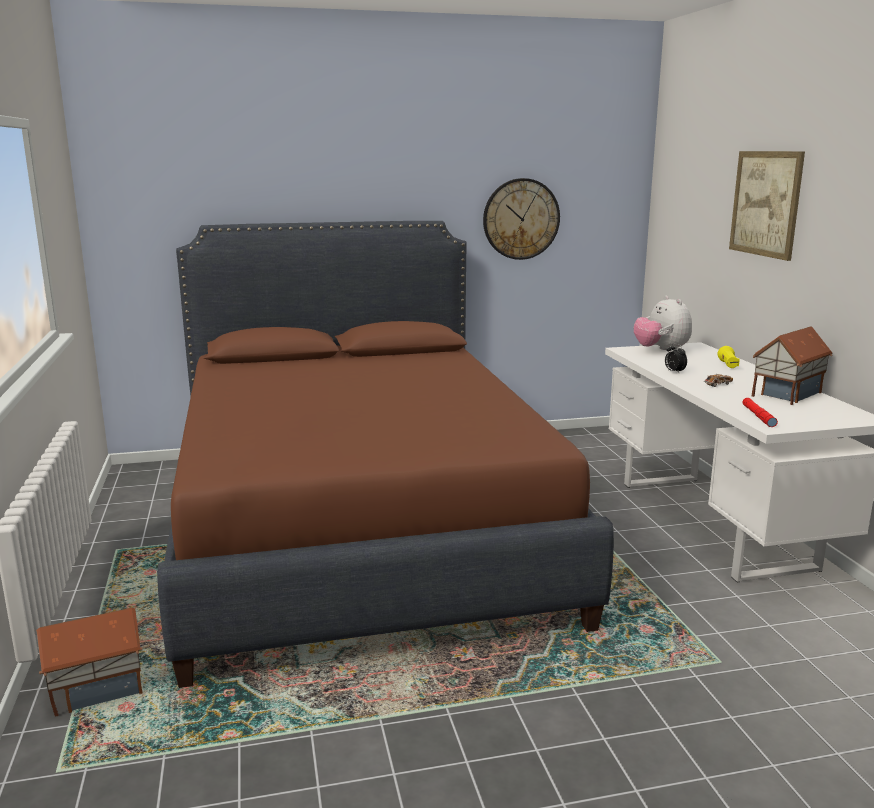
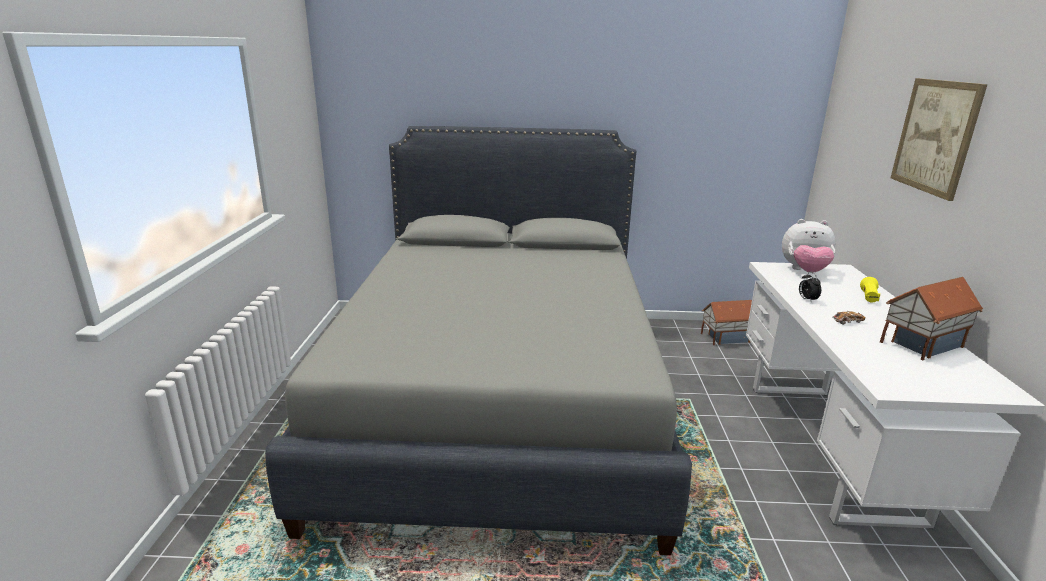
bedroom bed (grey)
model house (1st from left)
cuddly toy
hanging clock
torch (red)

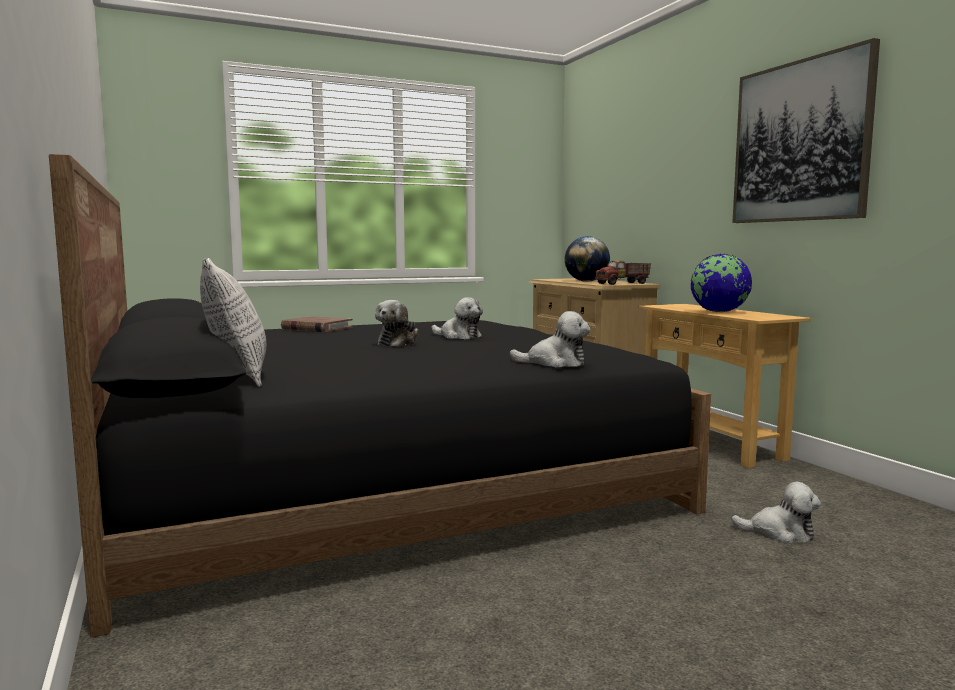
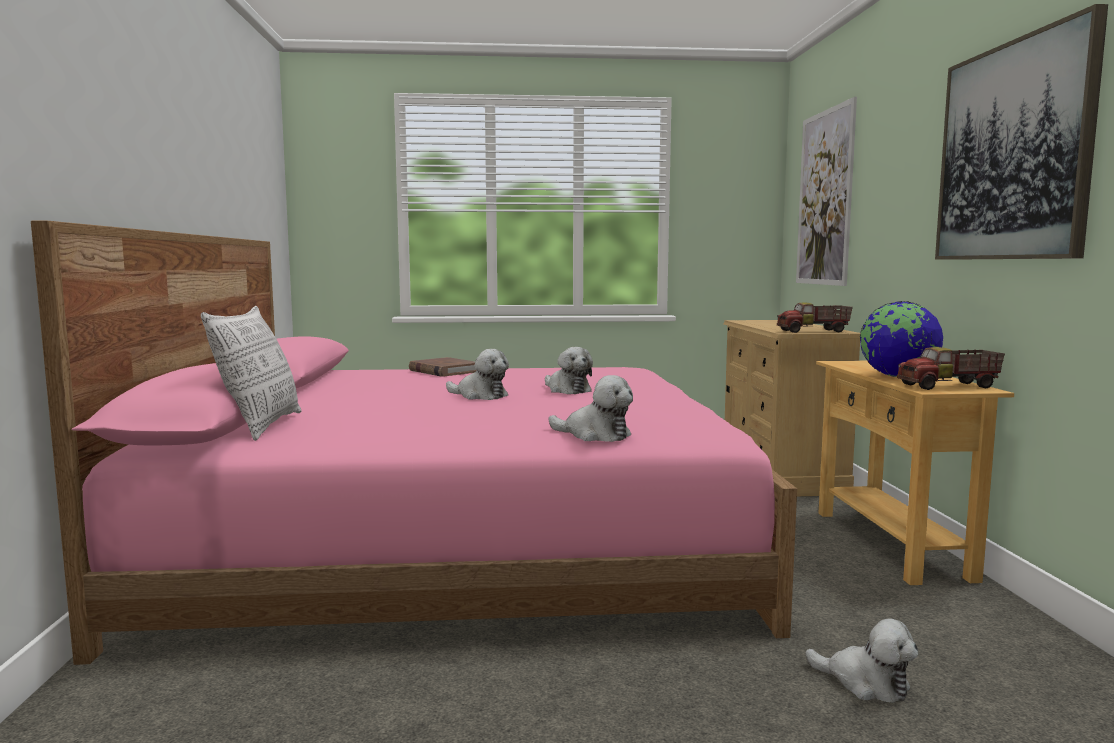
bedroom bed (pinkish)
cuddly toy (1st from left)
picture (1st from left)
model truck (2nd from left)
globe (1st from left in the first image)

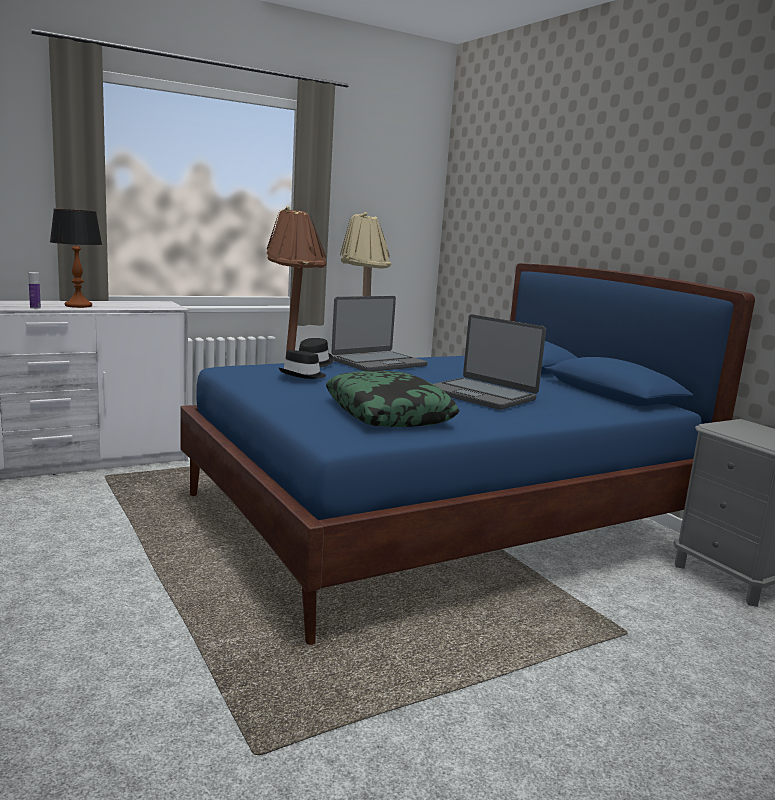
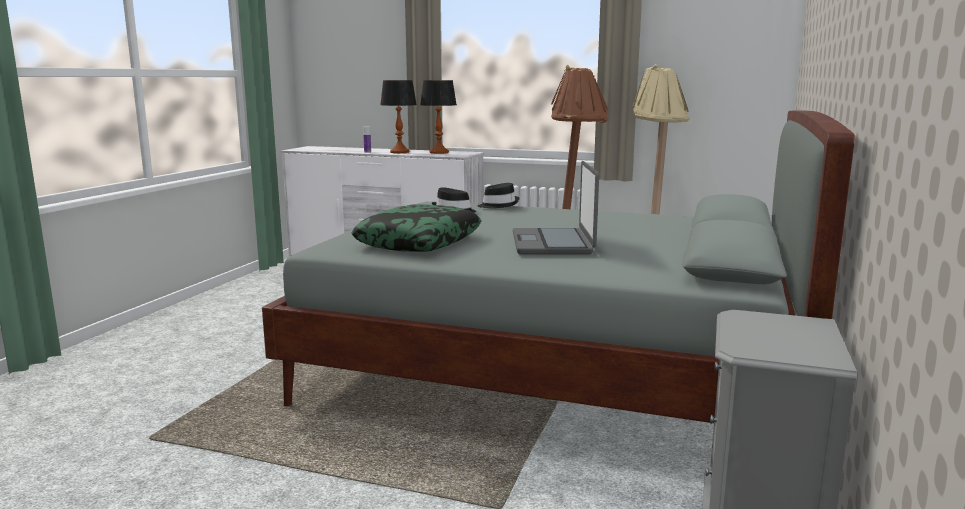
bedroom bed (grey)
lamp for a table (2nd from left)
laptop (1st from left in the first image)

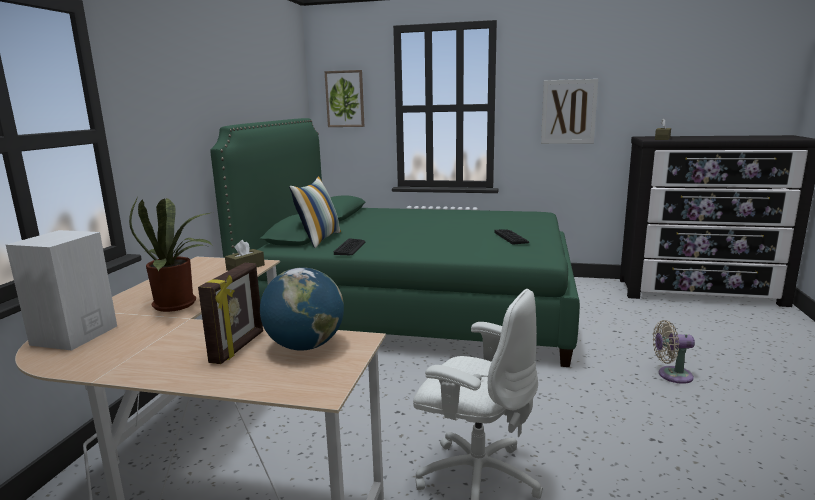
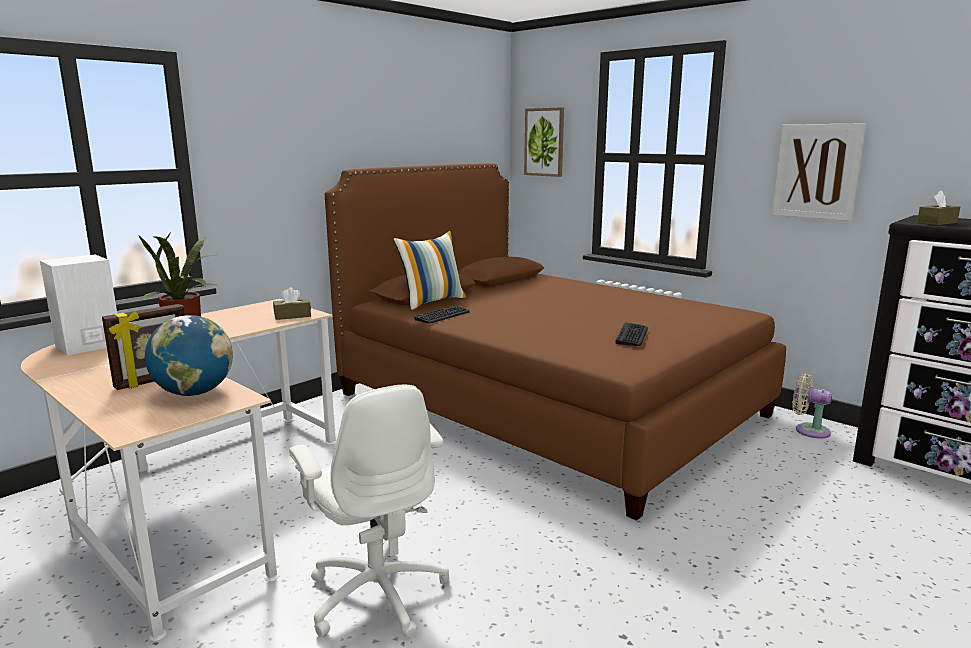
bedroom bed (brownish)
electric fan (beige)

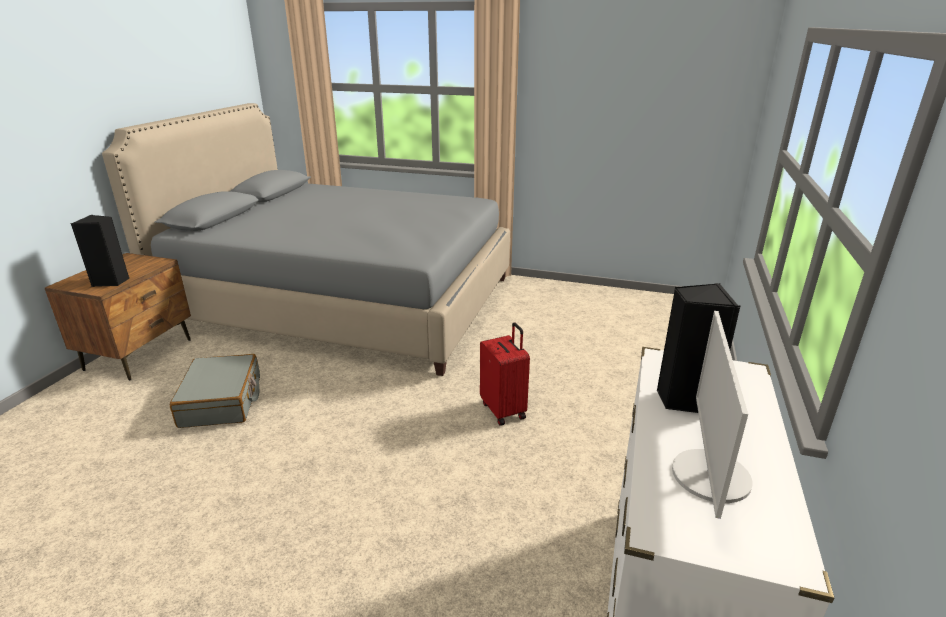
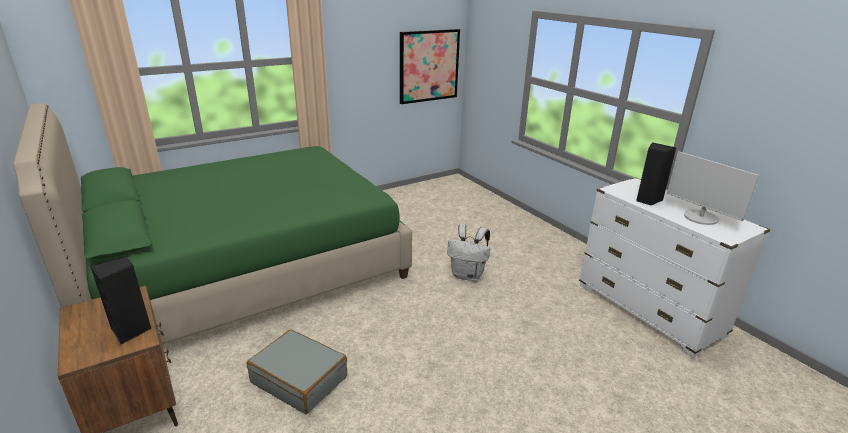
bedroom bed (green)
picture
rucksack (white)

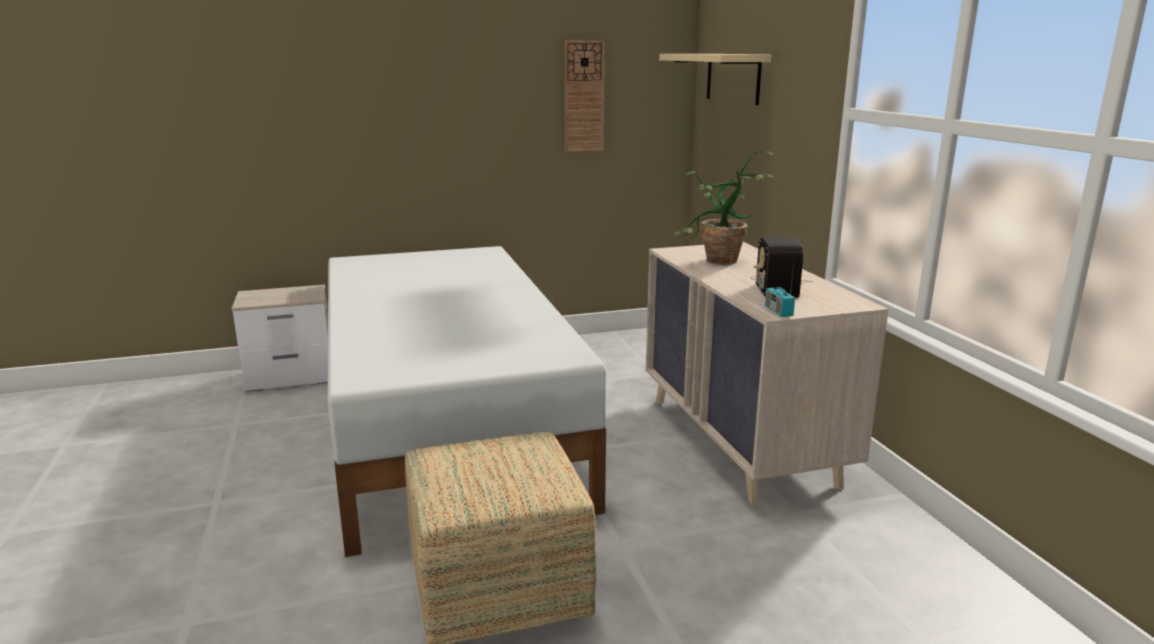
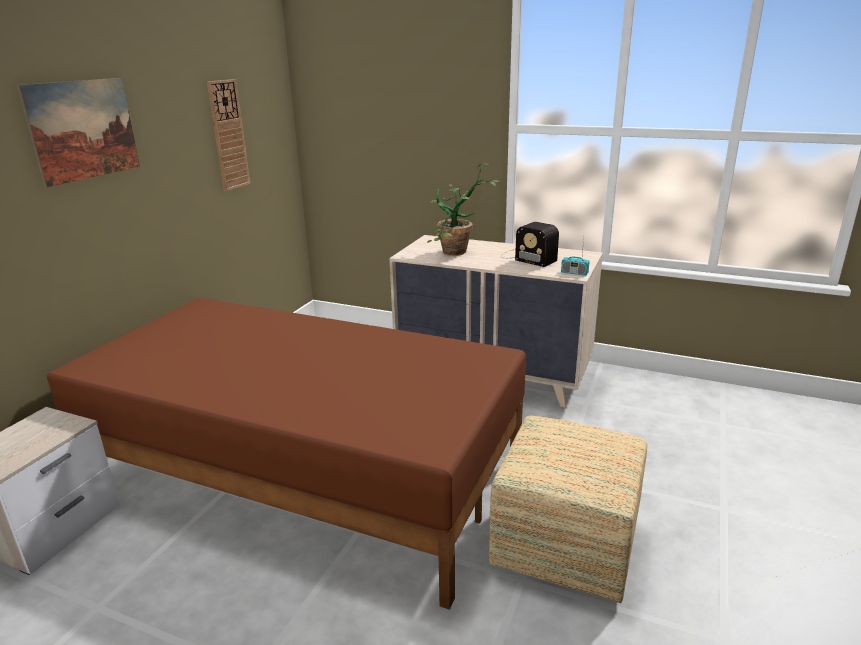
picture
bedroom bed (brownish)
wall shelf (beige)

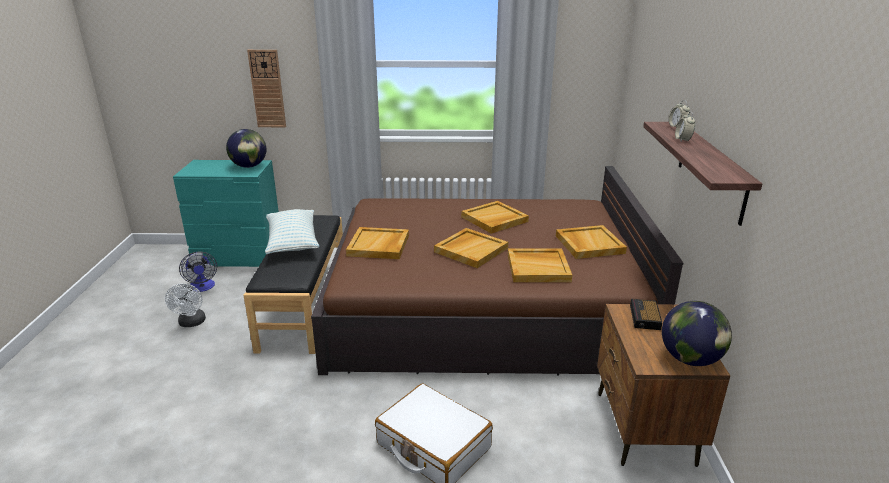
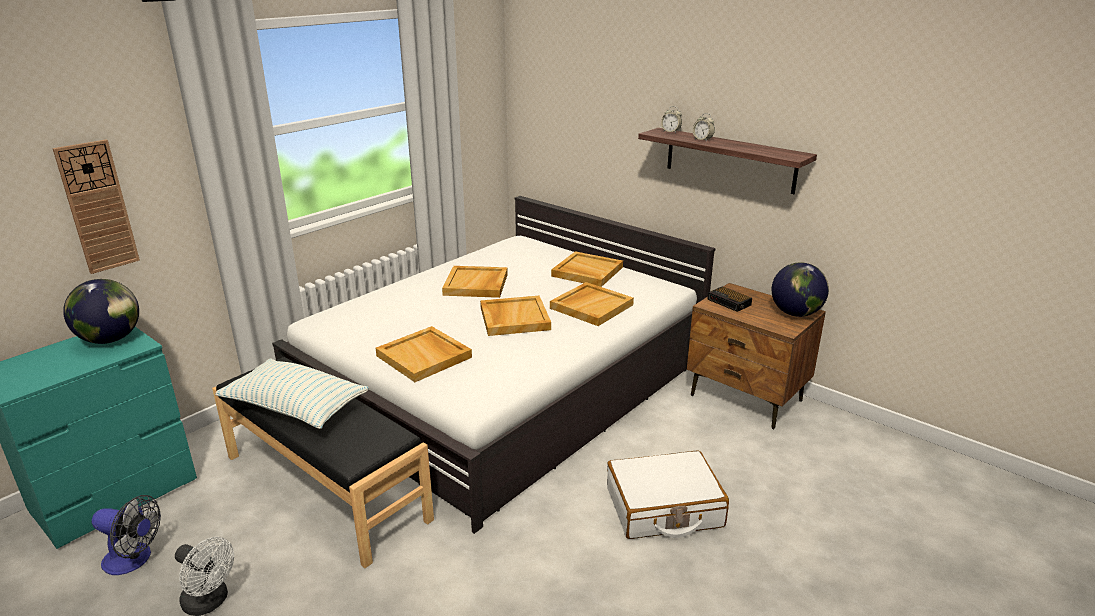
bedroom bed (white)

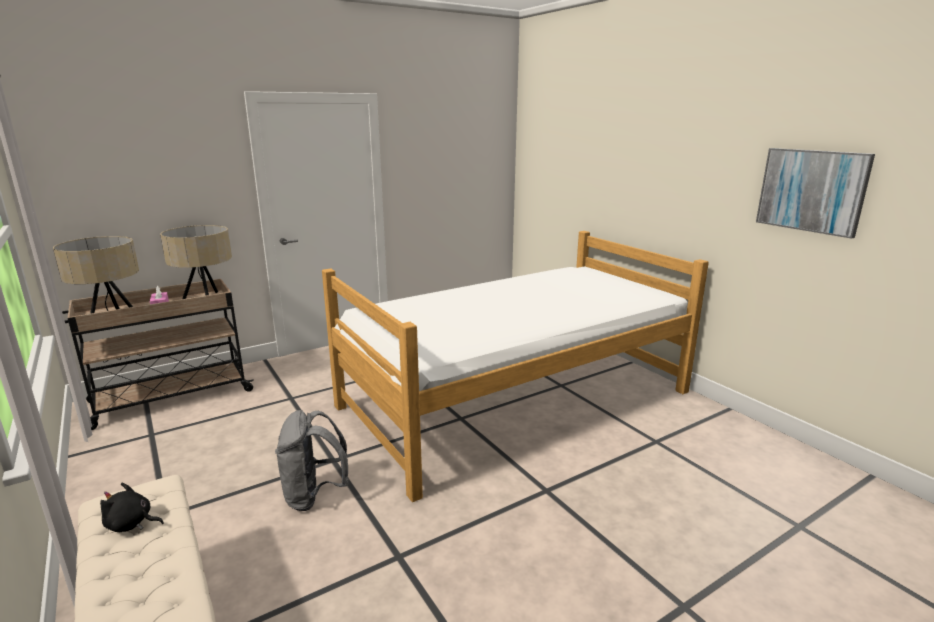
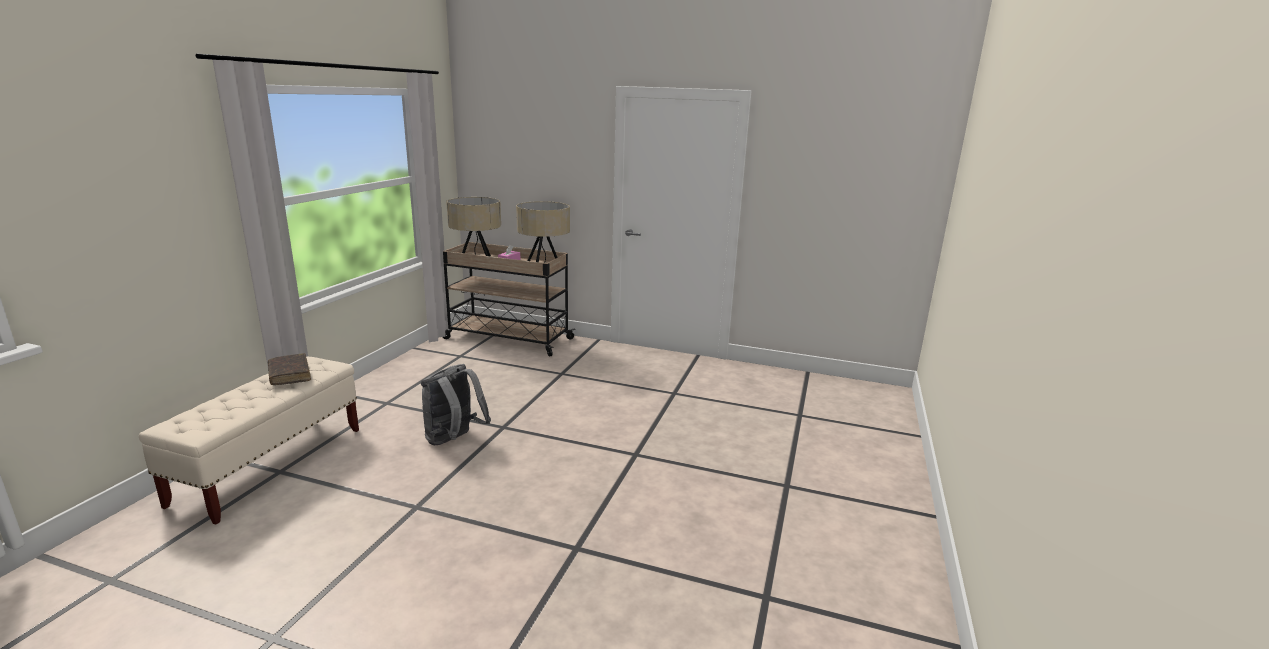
volume (brownish)
bedroom bed
picture

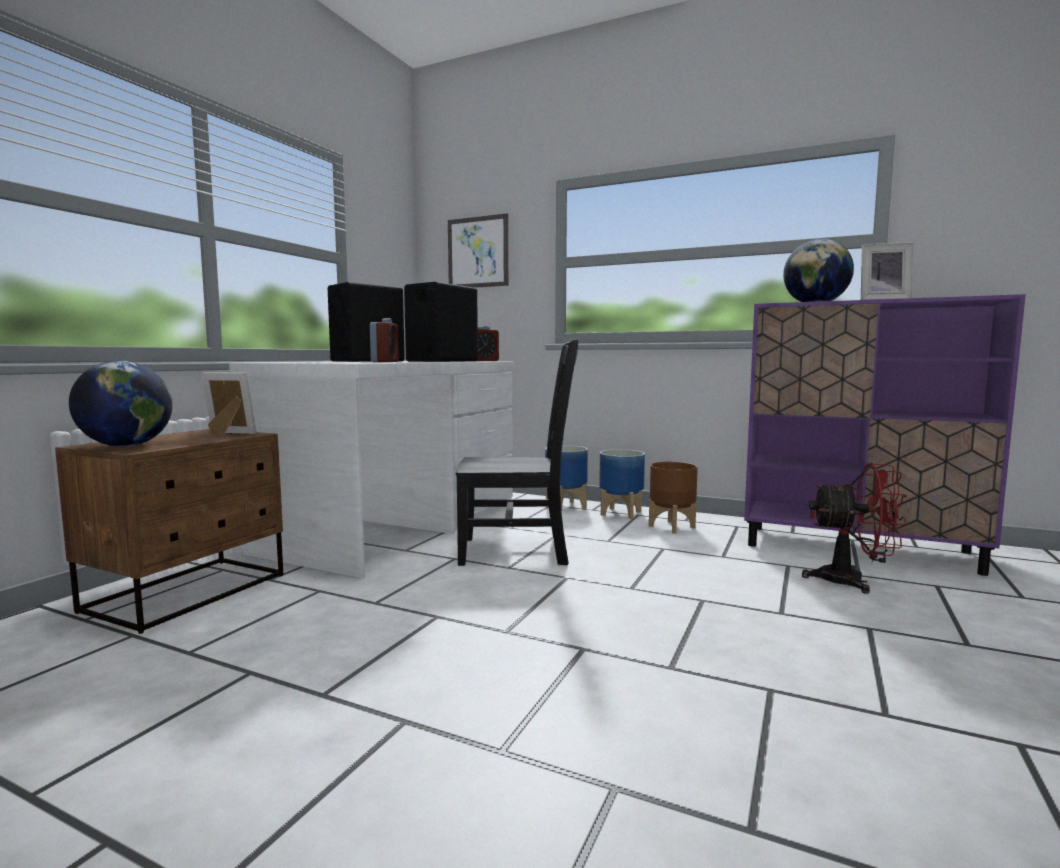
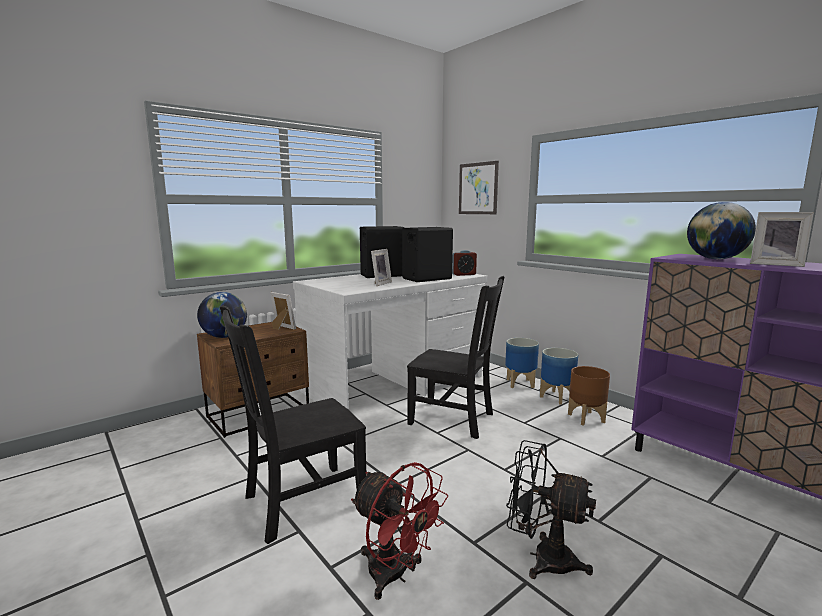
upright chair (blackish) (1st from left)
electric fan (red)
photo frame (2nd from left)
electric fan (blackish)

